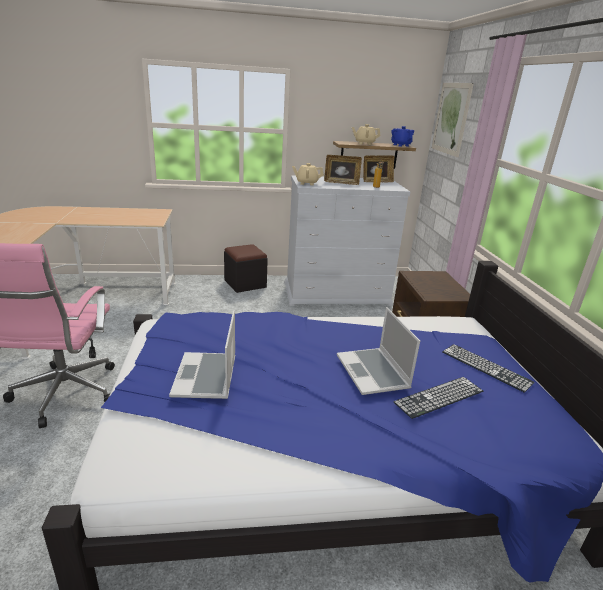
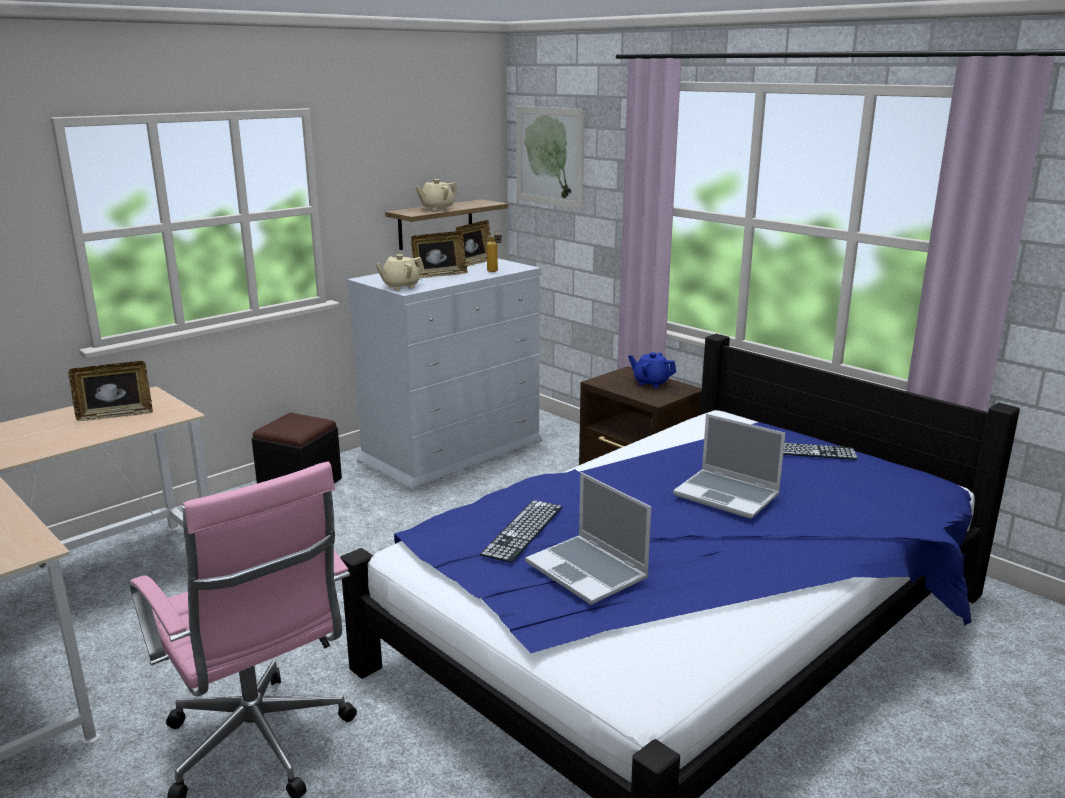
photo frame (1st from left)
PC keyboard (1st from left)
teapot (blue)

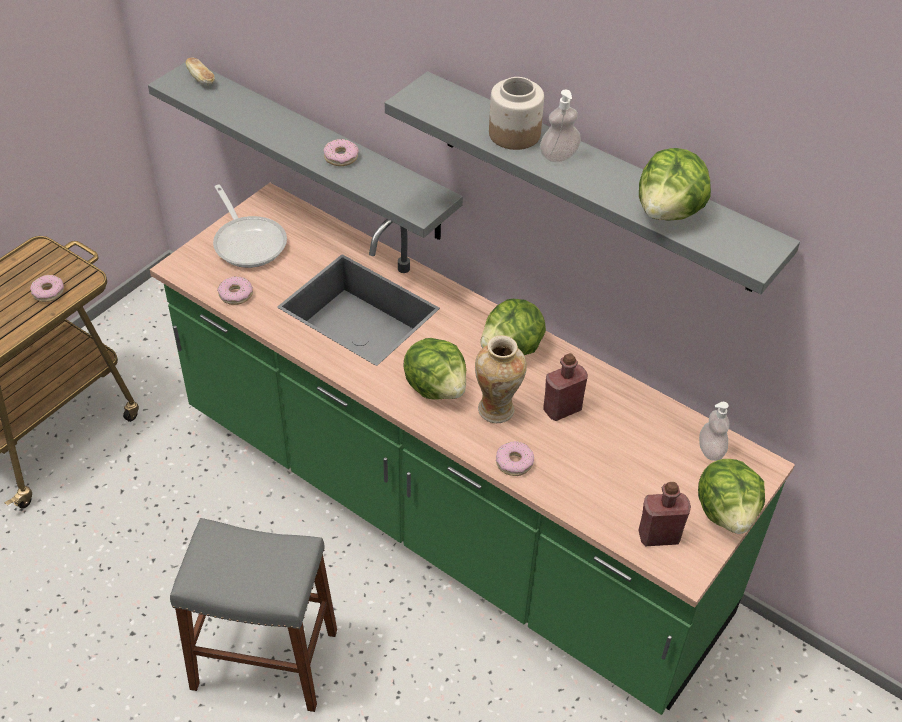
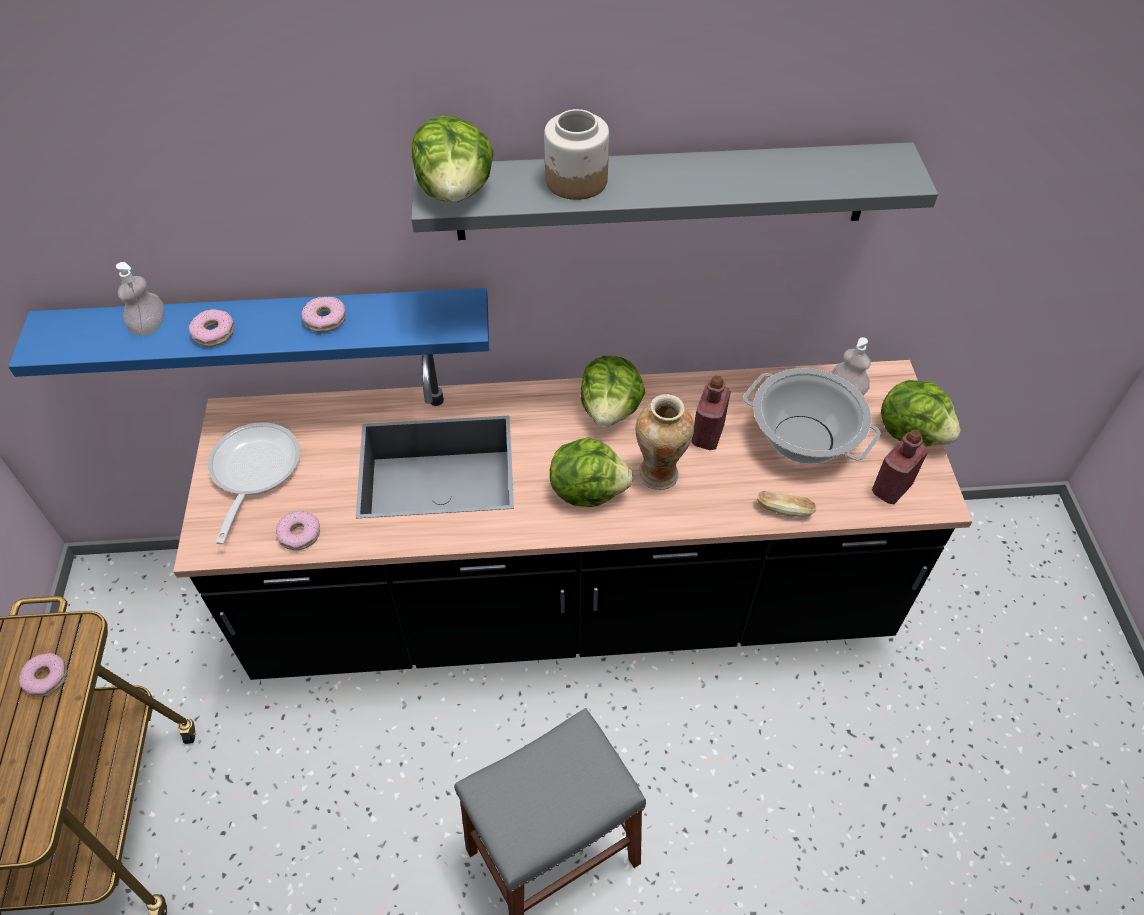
wall shelf (blue)
soap bottle (1st from left)
kitchen counter (blackish)
ring doughnut (2nd from left)
frying pan
head of lettuce (1st from left)
stockpot
baked bread

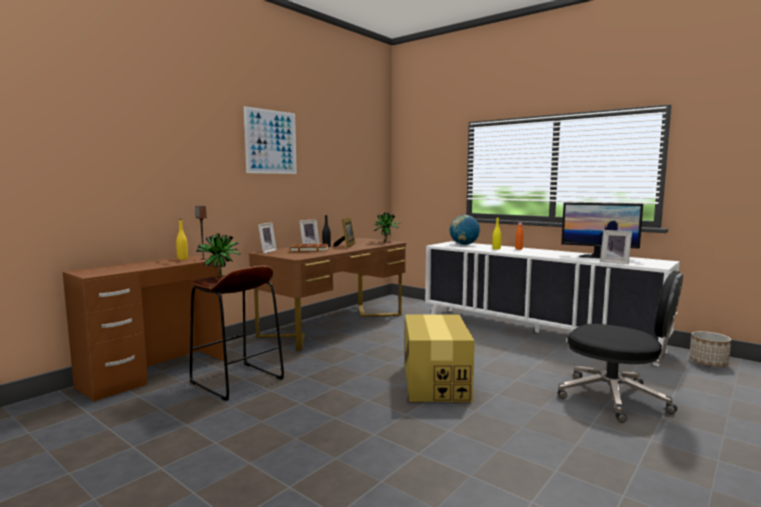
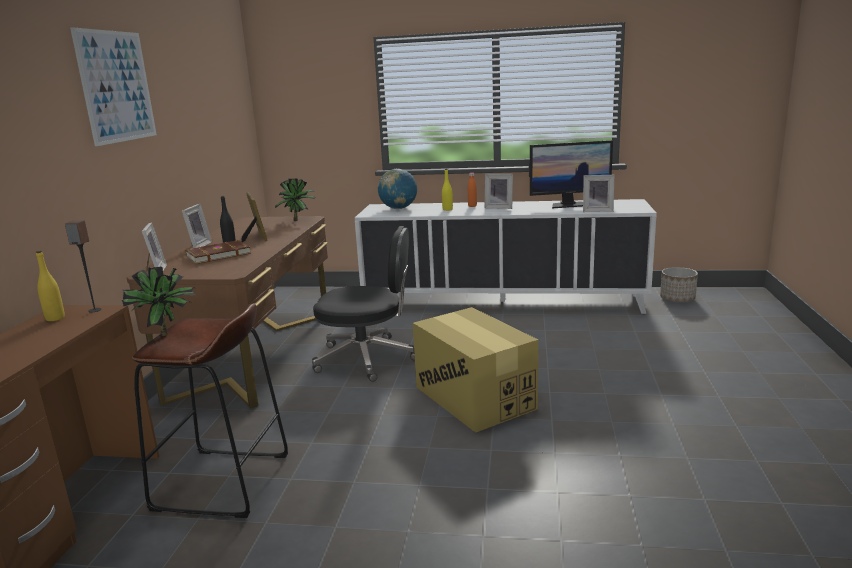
desk chair (blackish)
photo frame (4th from left)

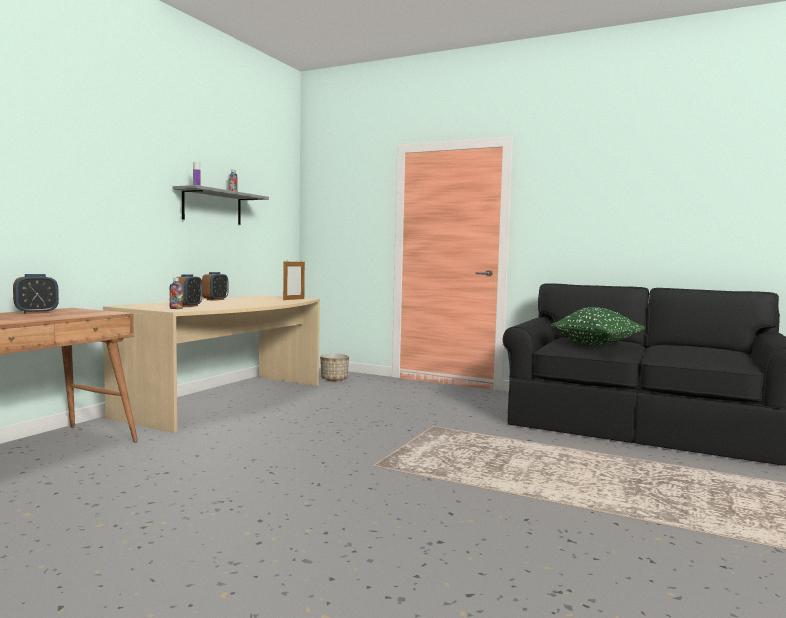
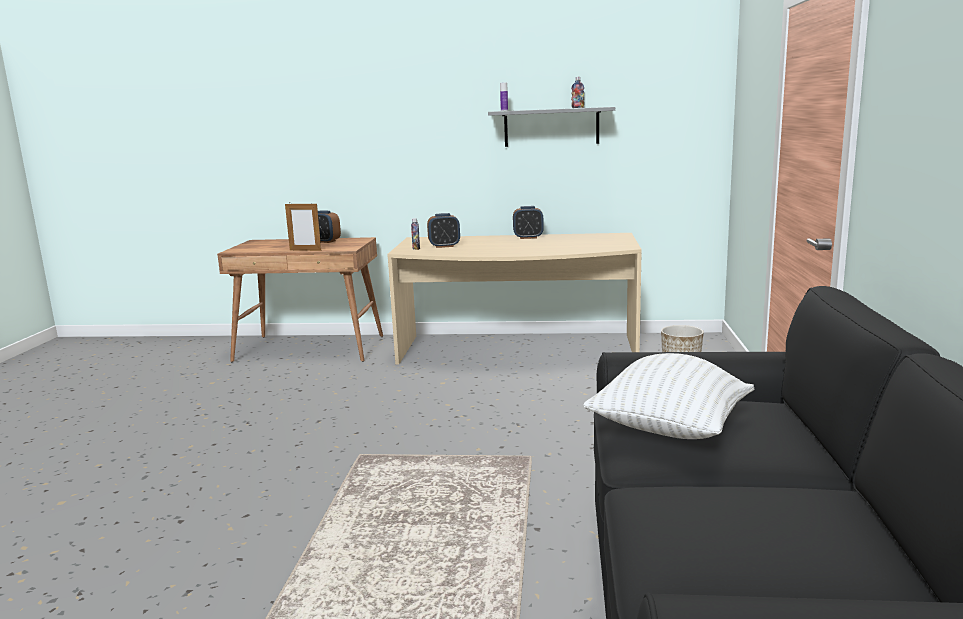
photo frame
pillow (white)

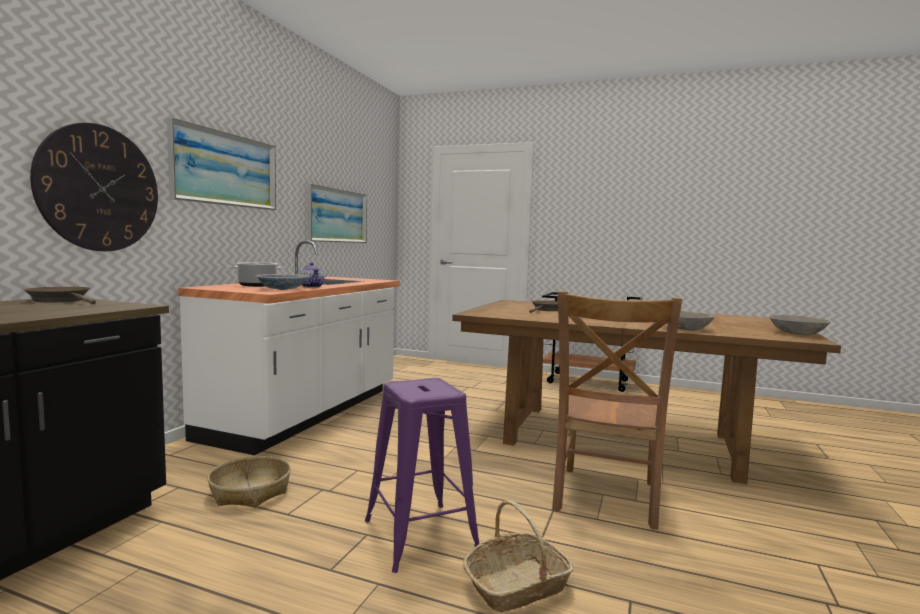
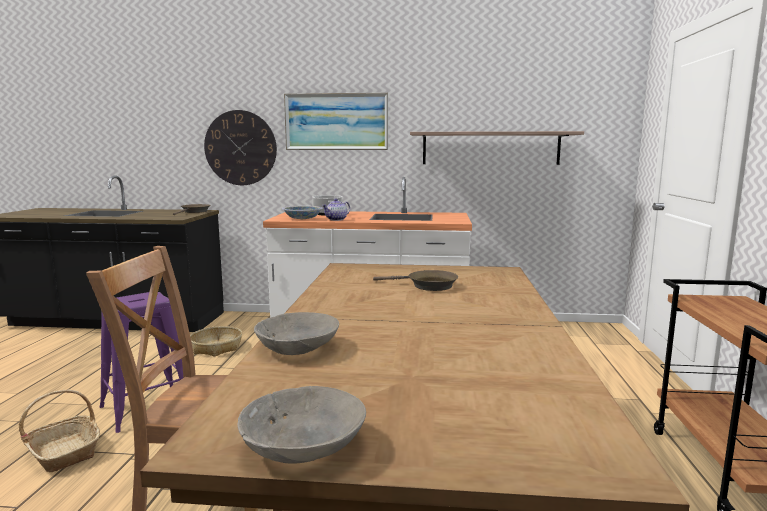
wall shelf

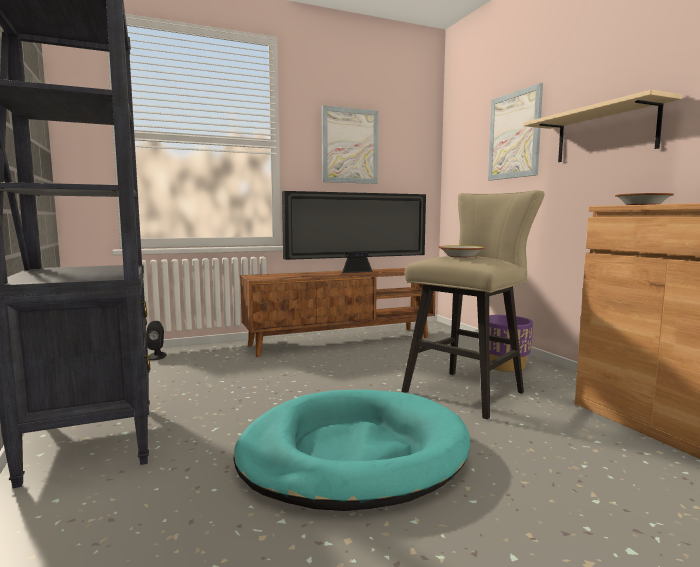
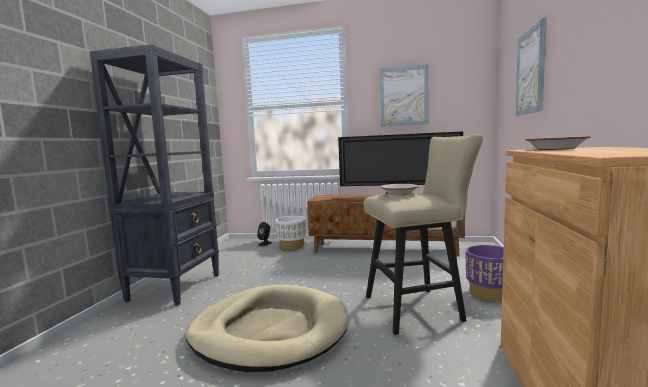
dog bed (beige)
planter (white)
wall shelf (beige)

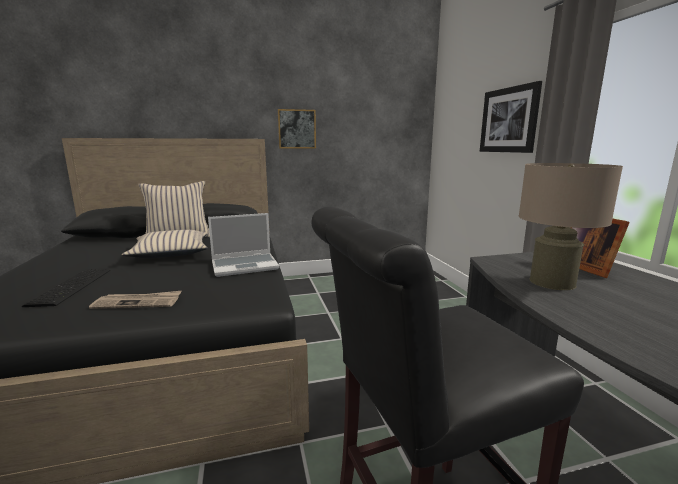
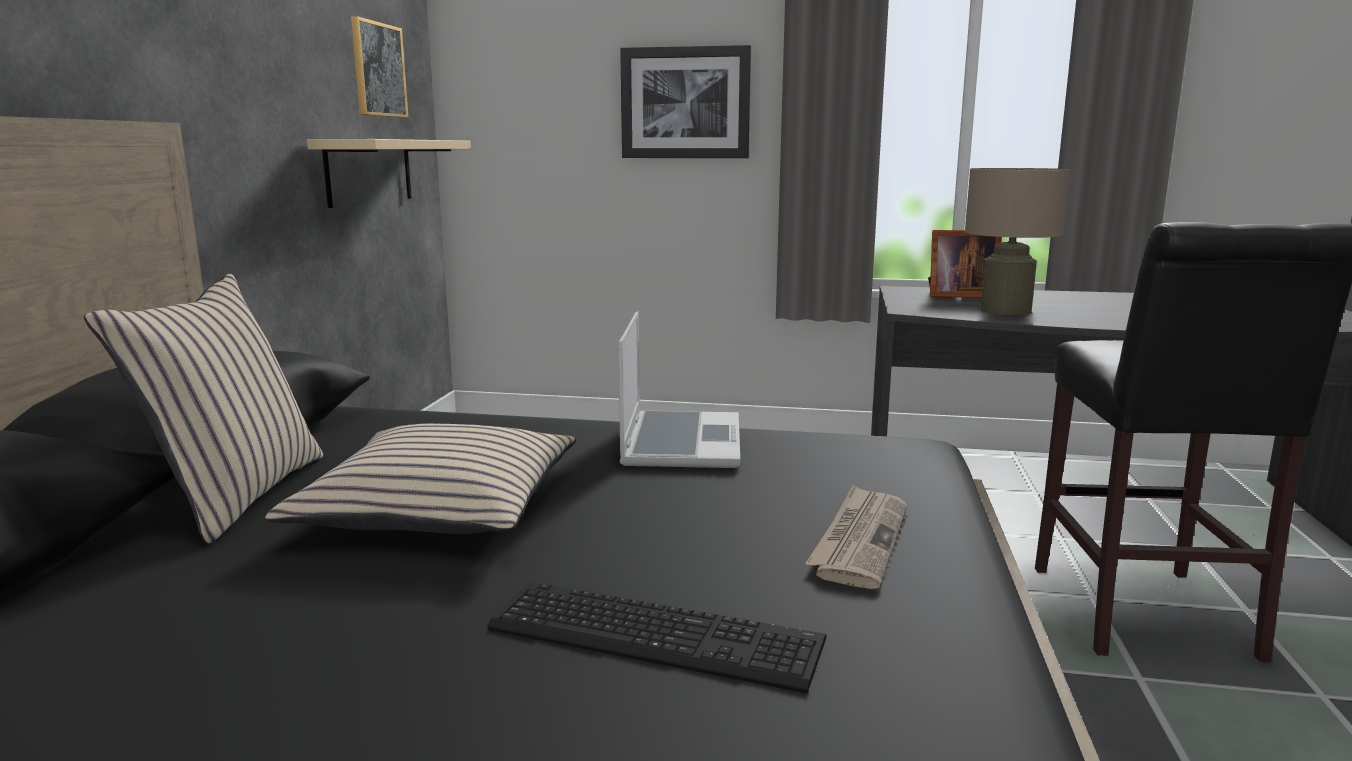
wall shelf (beige)
picture (1st from left)

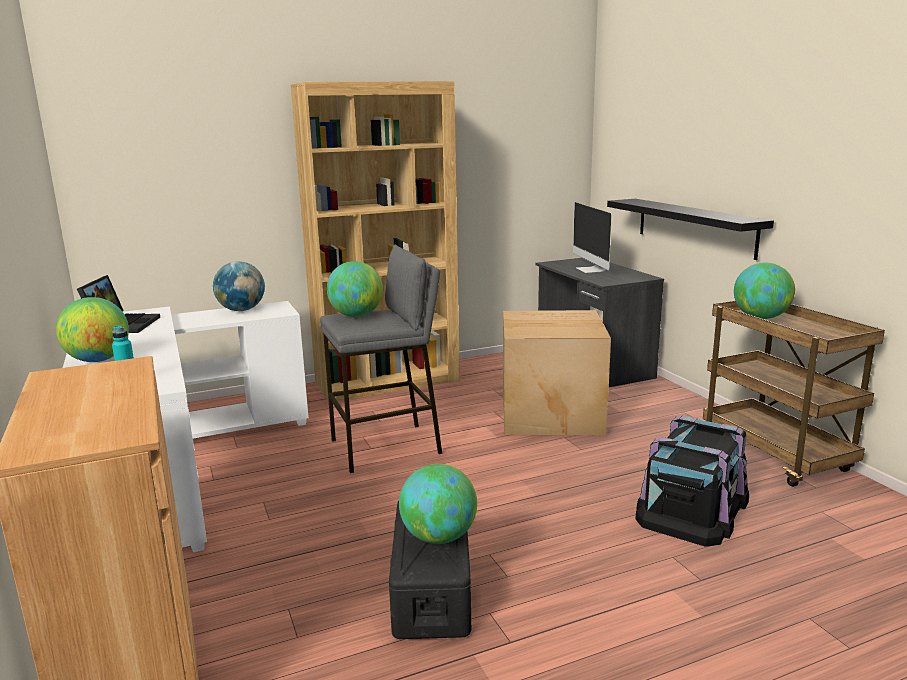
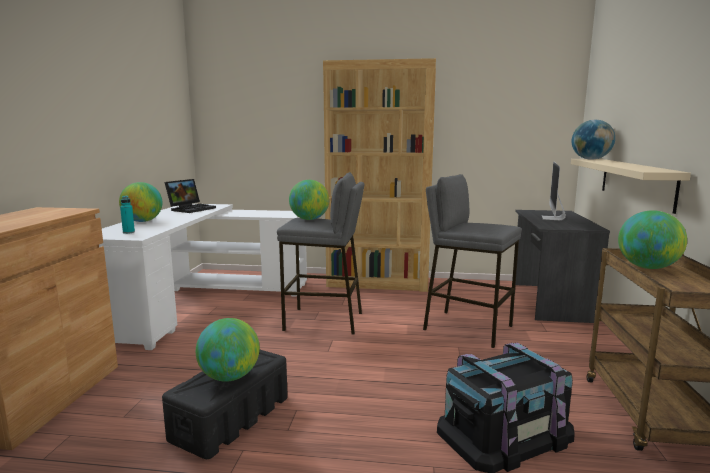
sitting stool (grey) (2nd from left)
wall shelf (beige)
globe (4th from left)

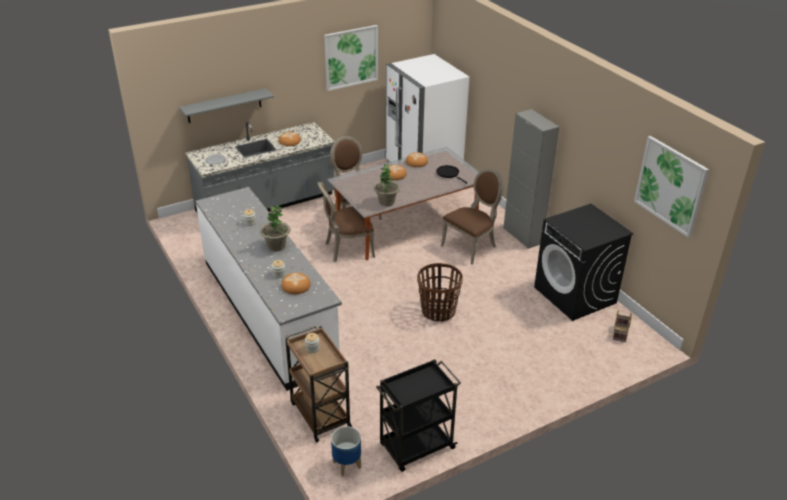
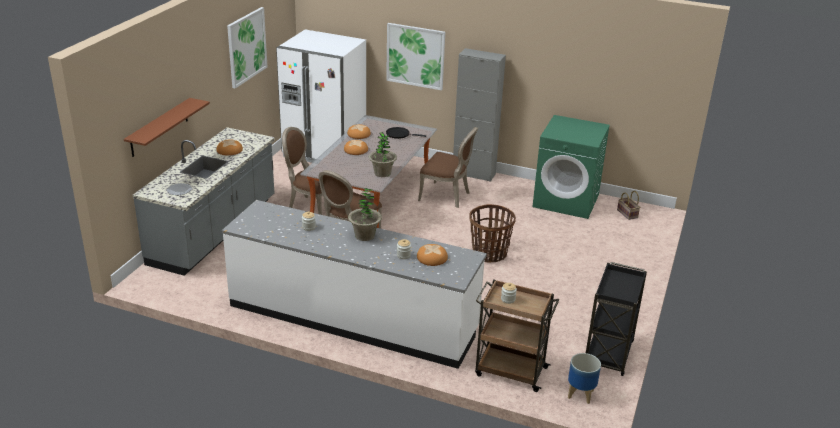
wall shelf (brownish)
picture (2nd from left)
upright chair (brownish) (3rd from left)
laundry machine (green)

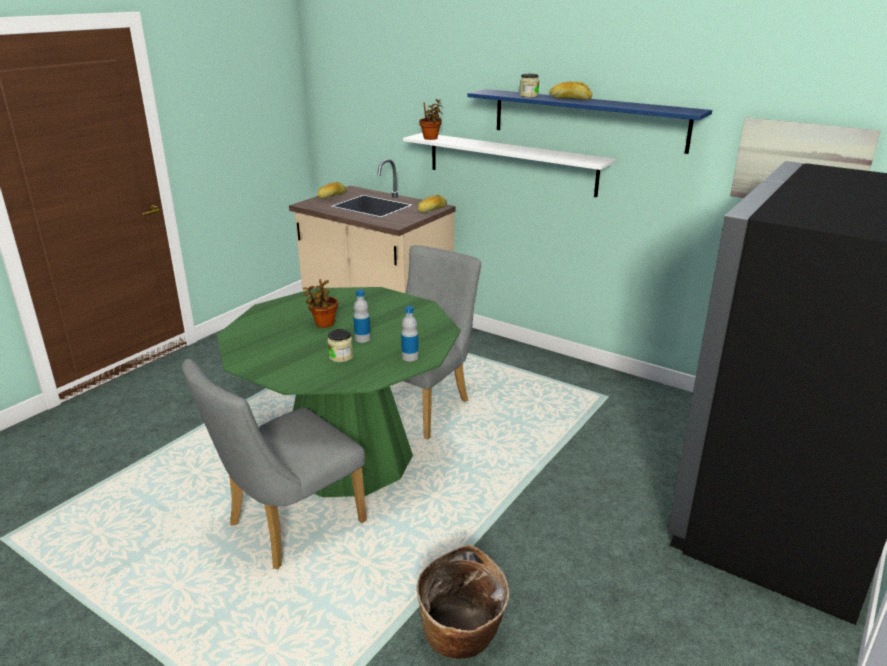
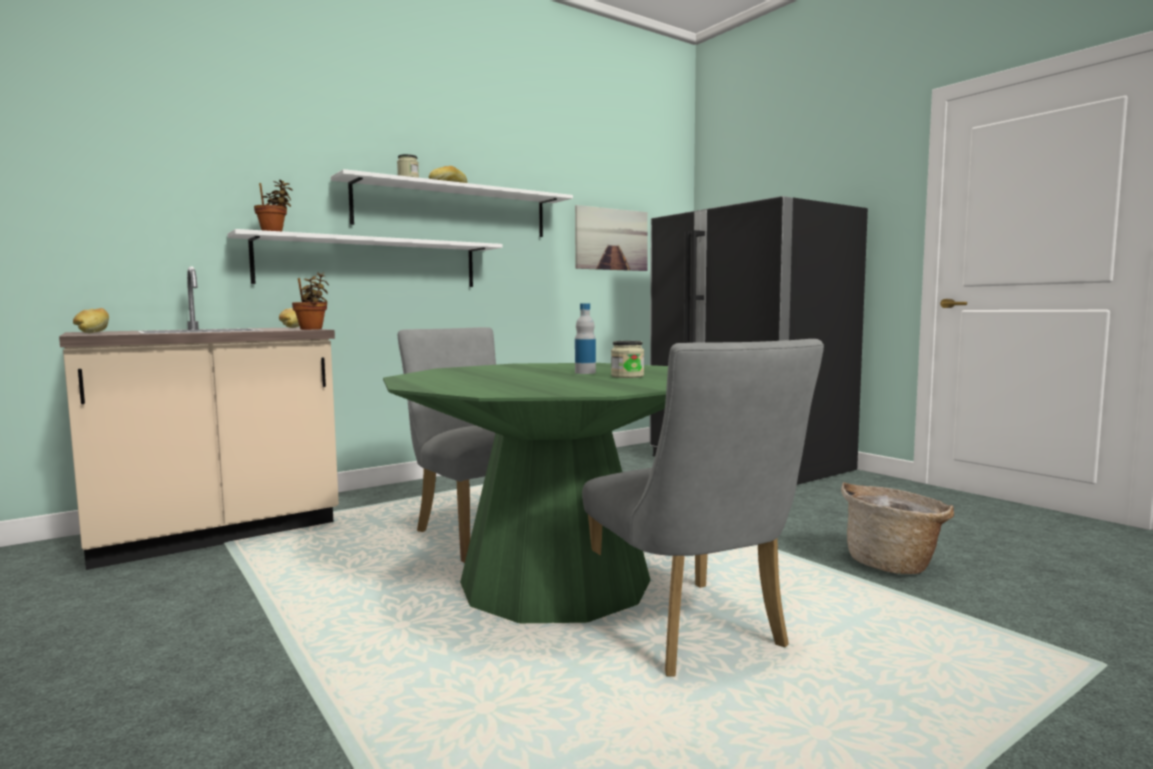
plant in a pot (2nd from left)
wall shelf (white) (2nd from left)
bottle (2nd from left in the first image)

